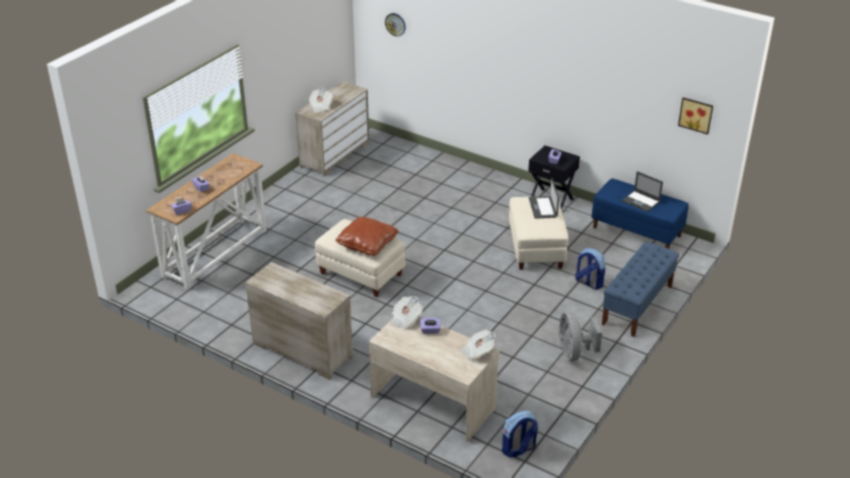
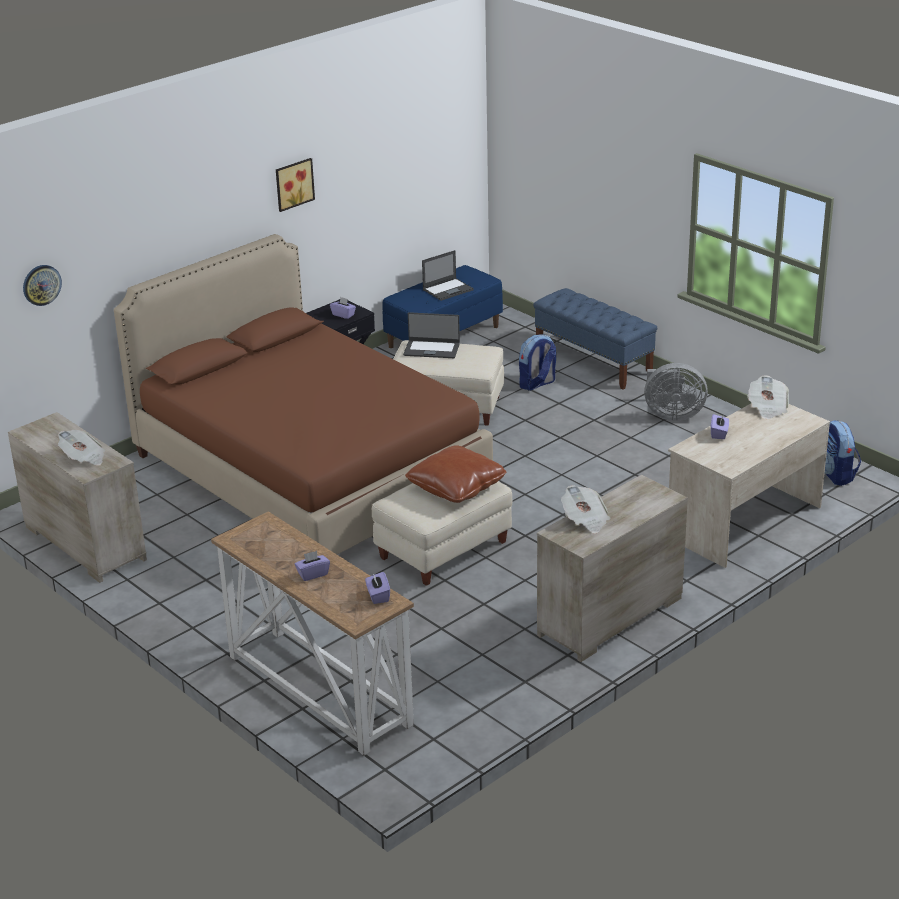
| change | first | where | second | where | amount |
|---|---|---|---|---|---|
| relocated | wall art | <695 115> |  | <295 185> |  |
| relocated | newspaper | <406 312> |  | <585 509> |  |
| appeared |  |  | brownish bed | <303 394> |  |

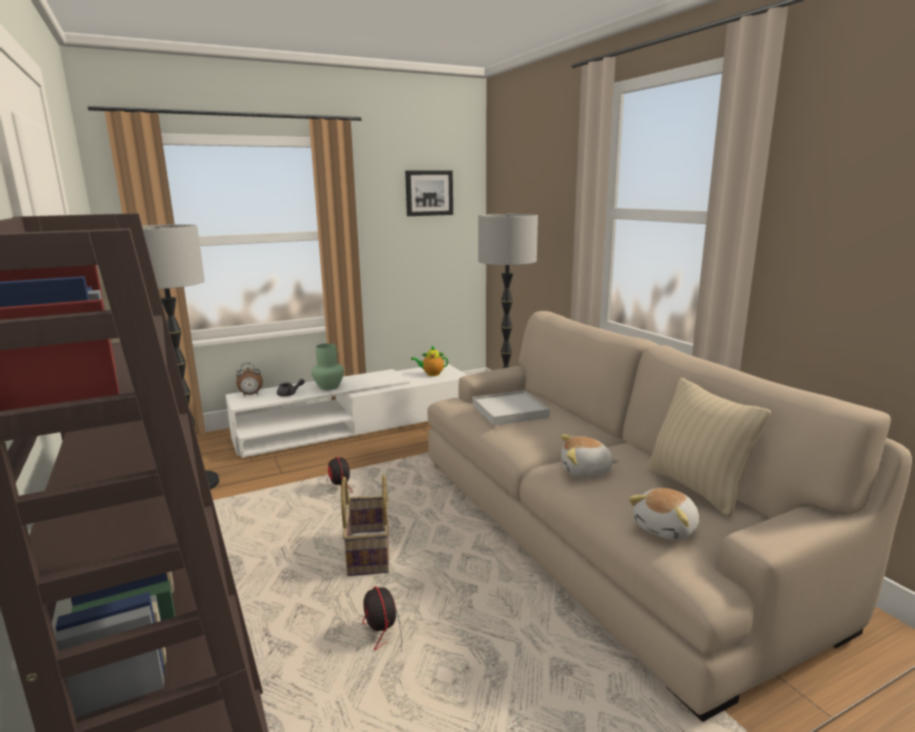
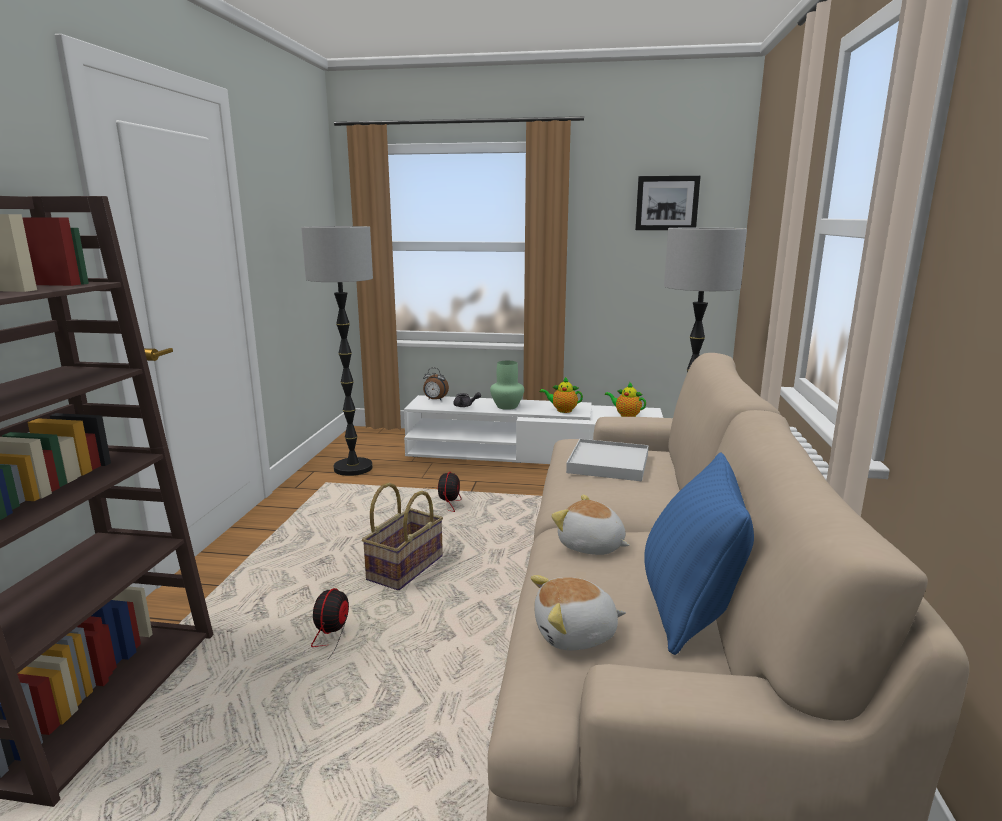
| change | first | where | second | where | amount |
|---|---|---|---|---|---|
| colour | beige pillow | <709 447> | bluish pillow | <699 553> |  |
| appeared |  |  | tea pot | <561 395> |  |

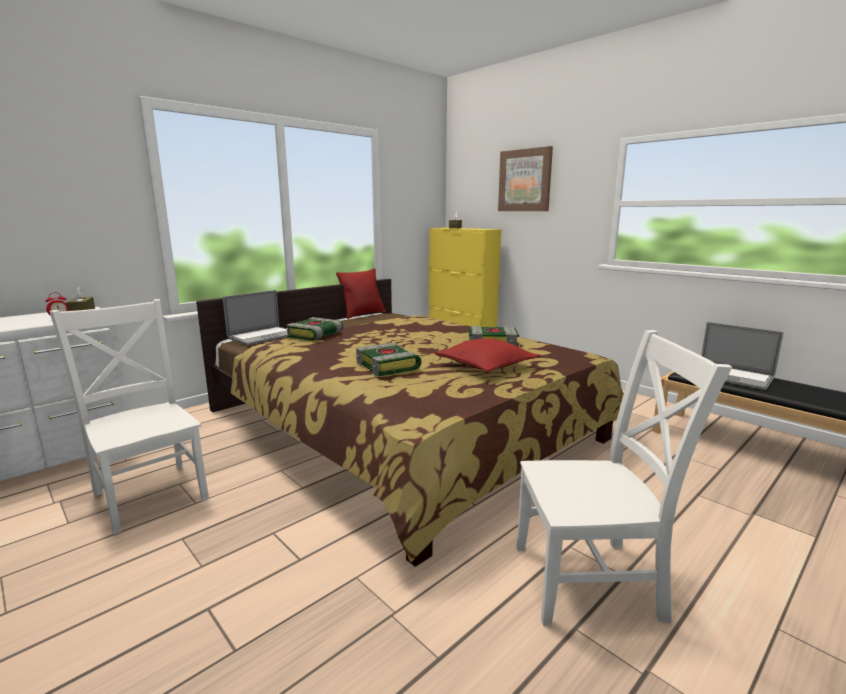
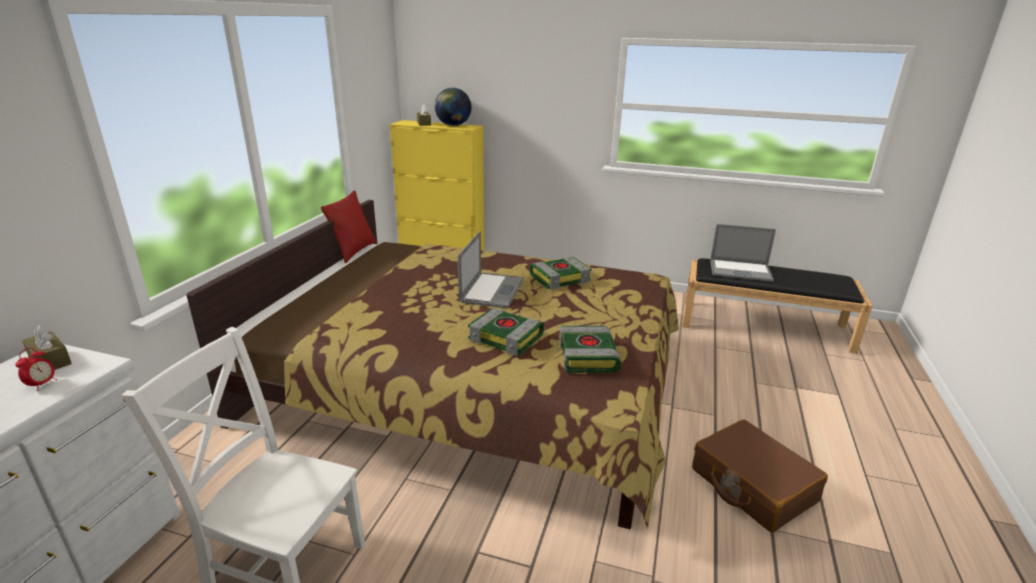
| change | first | where | second | where | amount |
|---|---|---|---|---|---|
| missing | wall art | <525 178> |  |  |  |
| relocated | notebook computer | <255 317> |  | <491 269> |  |
| relocated | volume | <314 329> |  | <590 349> |  |
| exchanged | white upright chair | <624 478> | brownish travel case | <760 476> |  |
| missing | reddish pillow | <487 355> |  |  |  |
| appeared |  |  | world globe | <453 107> |  |

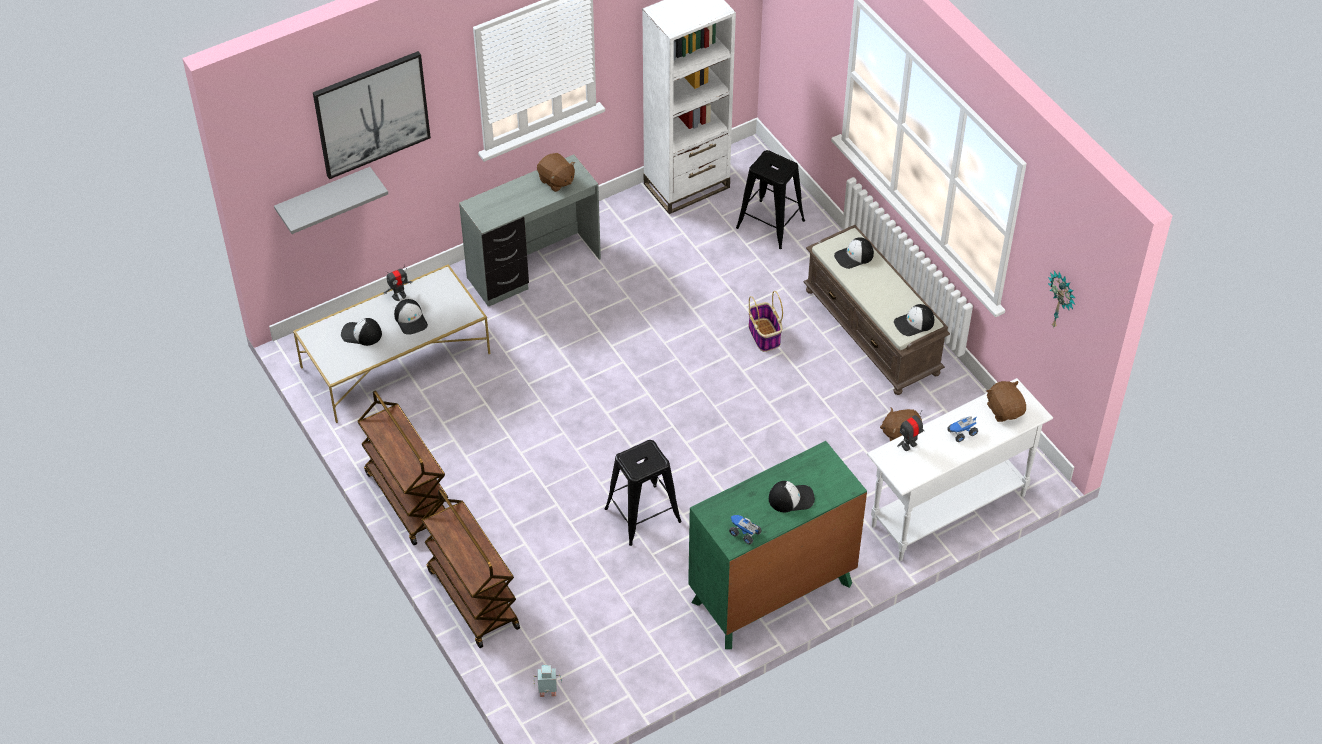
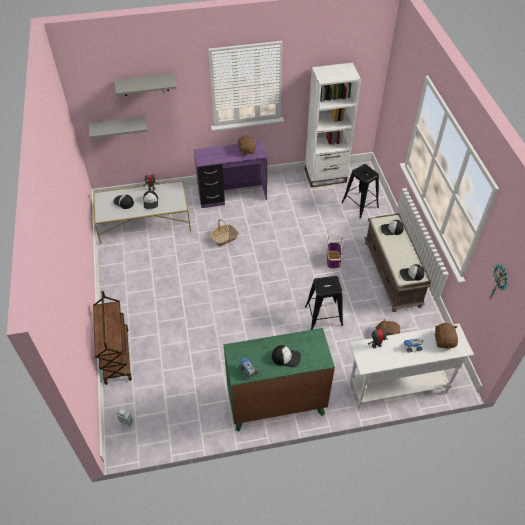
| change | first | where | second | where | amount |
|---|---|---|---|---|---|
| exchanged | wall art | <372 115> | grey bracket shelf | <146 84> |  |
| colour | grey desk table | <530 231> | purple desk table | <230 174> |  |
| missing | brownish wheeled cart | <402 468> |  |  |  |
| relocated | blackish stool seat | <643 493> |  | <324 303> |  |
| appeared |  |  | basket | <224 232> |  |

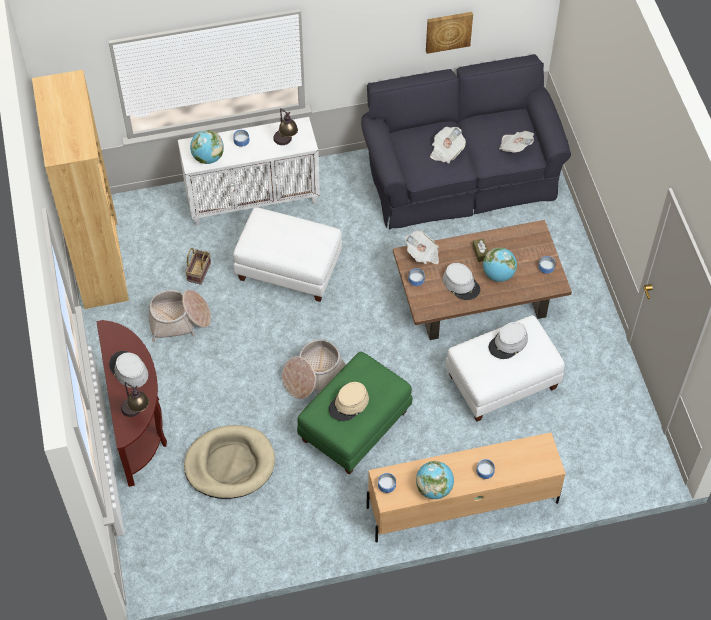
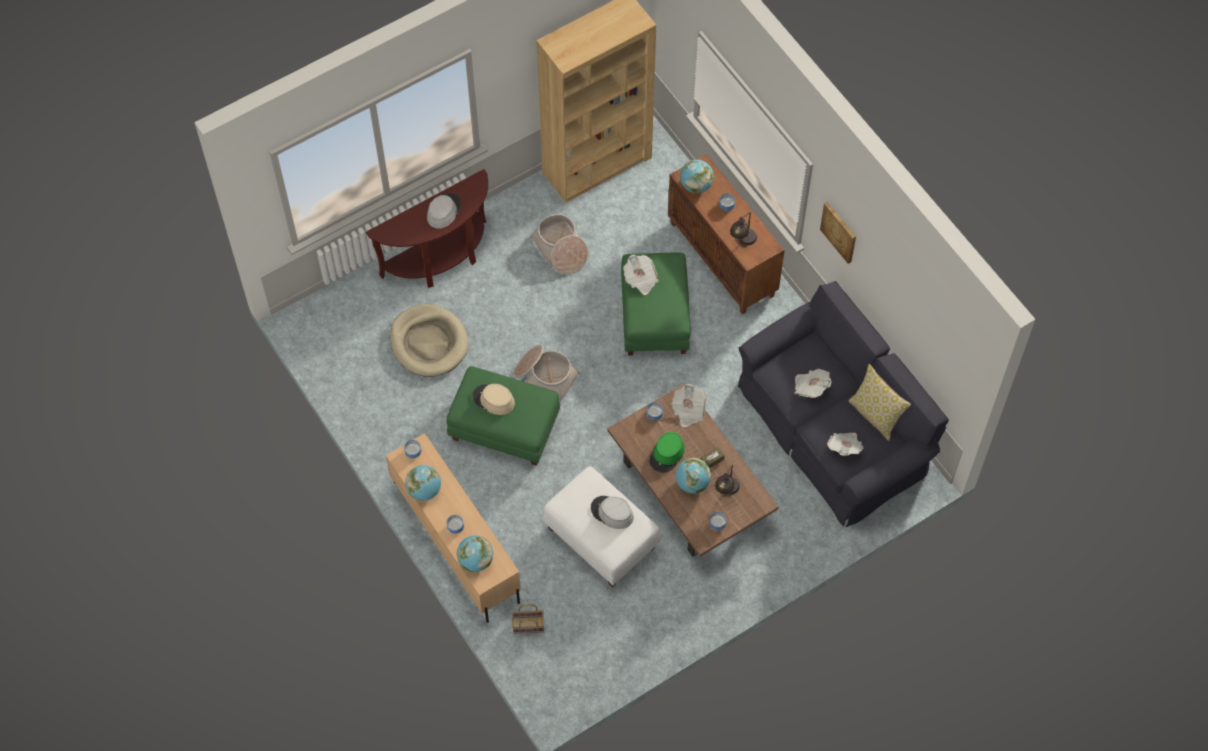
| change | first | where | second | where | amount |
|---|---|---|---|---|---|
| relocated | wall art | <449 33> |  | <838 233> |  |
| colour | white storage cabinet | <249 171> | brownish storage cabinet | <726 234> |  |
| colour | white footrest | <287 254> | green footrest | <656 304> |  |
| relocated | basket | <198 266> |  | <528 619> |  |
| colour | grey hat | <461 281> | green hat | <667 452> |  |
| relocated | lamp for a table | <135 399> |  | <727 480> |  |
| appeared |  |  | newspaper | <641 274> |  |
| appeared |  |  | pillow | <880 402> |  |
| appeared |  |  | world globe | <475 554> |  |

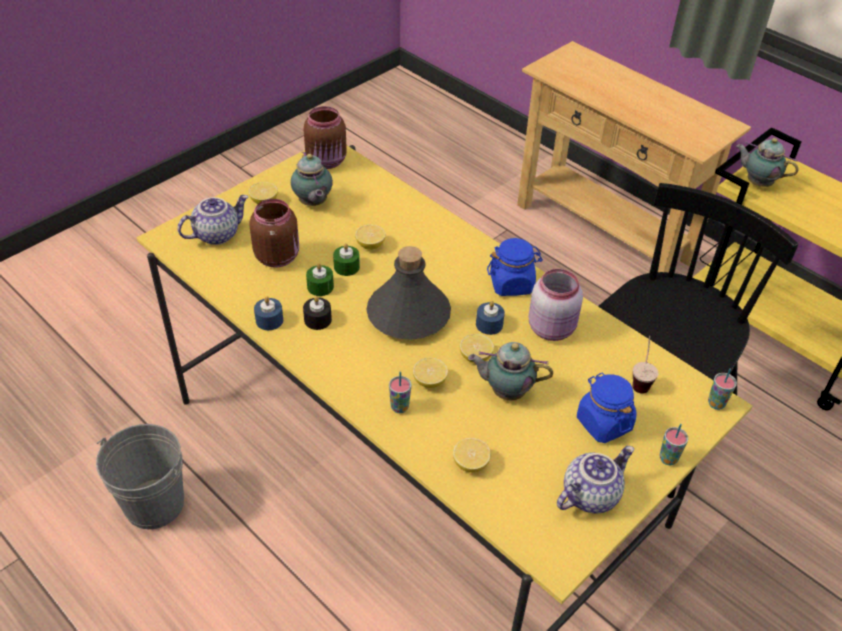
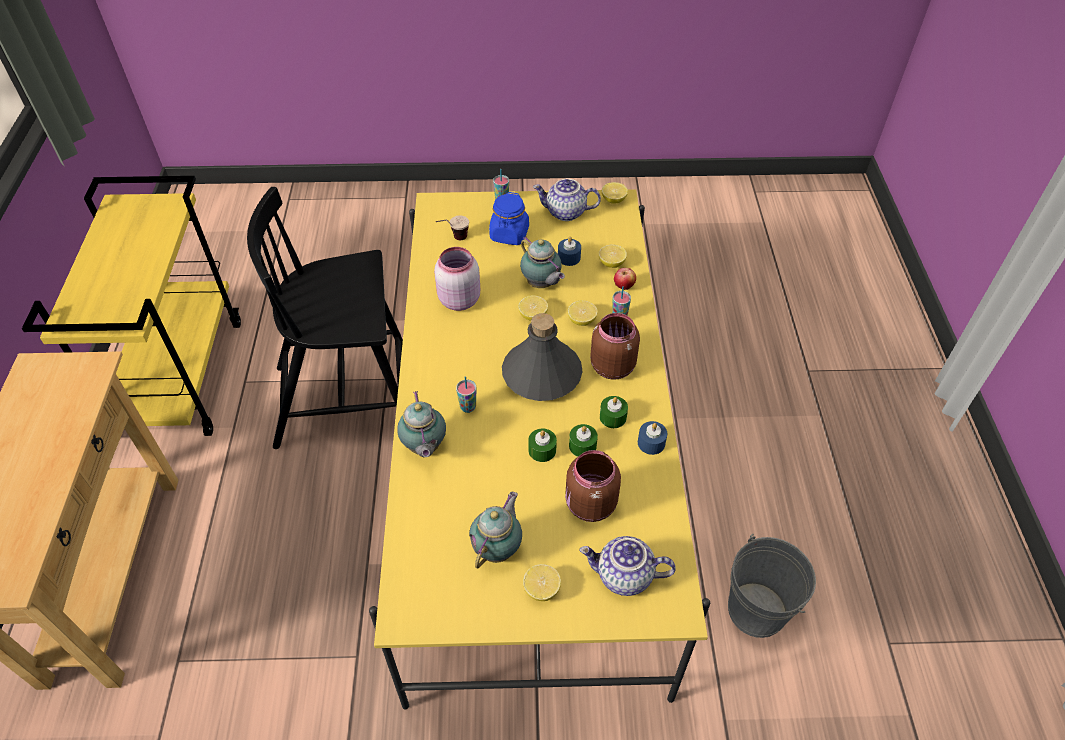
| change | first | where | second | where | amount |
|---|---|---|---|---|---|
| relocated | brownish jar | <325 137> |  | <615 346> |  |
| relocated | tea pot | <767 162> |  | <421 424> |  |
| relocated | whole lemon | <370 237> |  | <615 193> |  |
| missing | bluish jar | <515 267> |  |  |  |
| colour | blackish wax candle | <317 313> | green wax candle | <614 412> |  |
| relocated | bluish wax candle | <490 318> |  | <569 251> |  |
| relocated | drinking cup | <722 389> |  | <466 394> |  |
| appeared |  |  | whole apple | <625 279> |  |

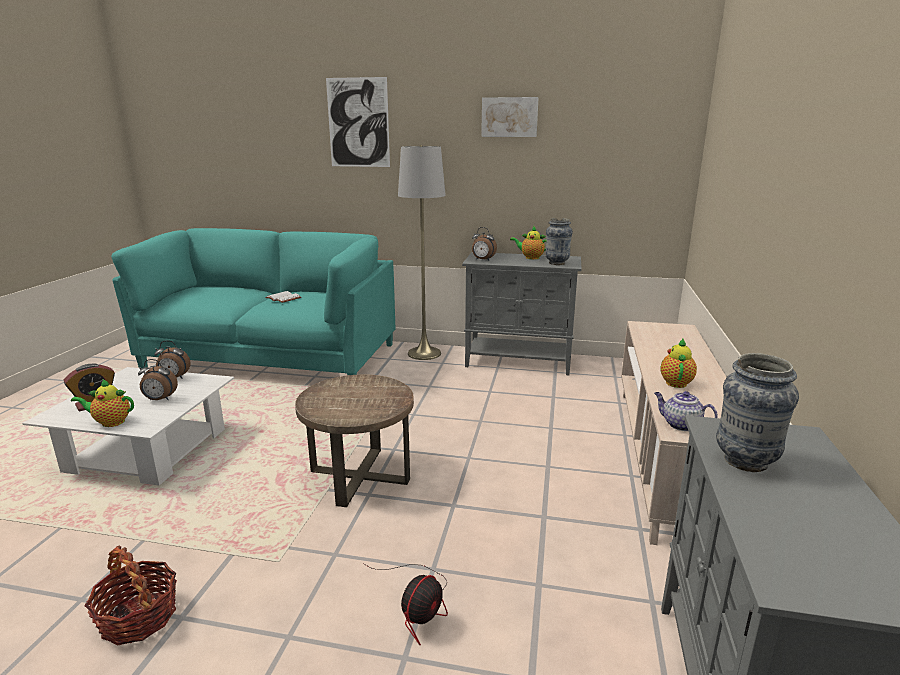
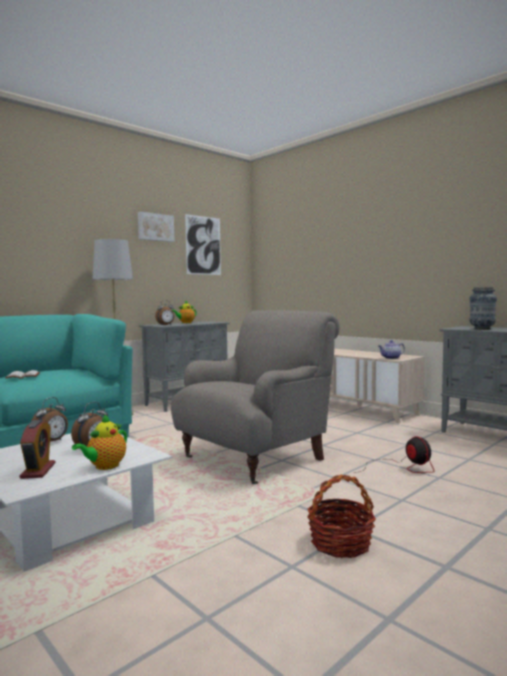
| change | first | where | second | where | amount |
|---|---|---|---|---|---|
| relocated | wall art | <358 122> |  | <203 244> |  |
| missing | vase | <559 241> |  |  |  |
| missing | tea pot | <678 363> |  |  |  |
| exchanged | brownish side table | <354 440> | grey lounge chair | <255 397> |  |

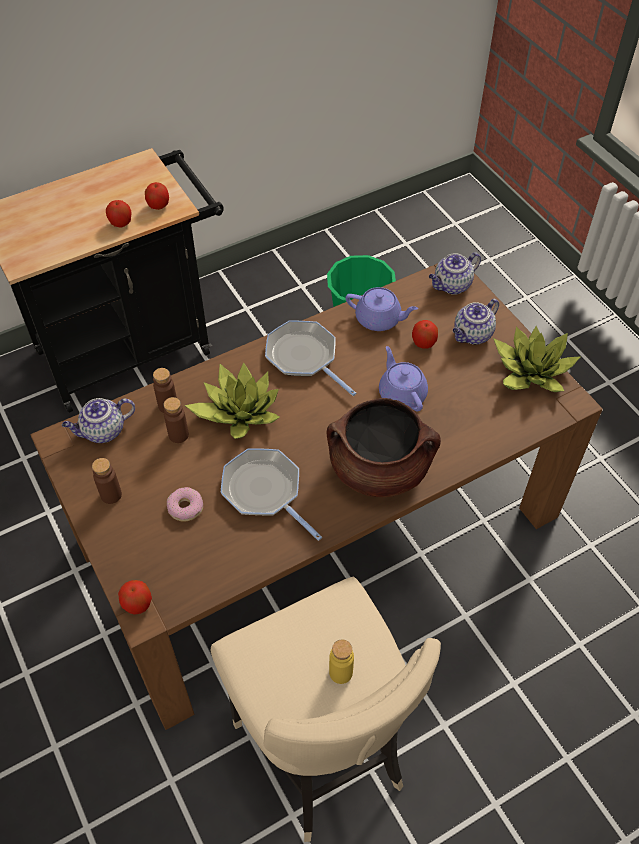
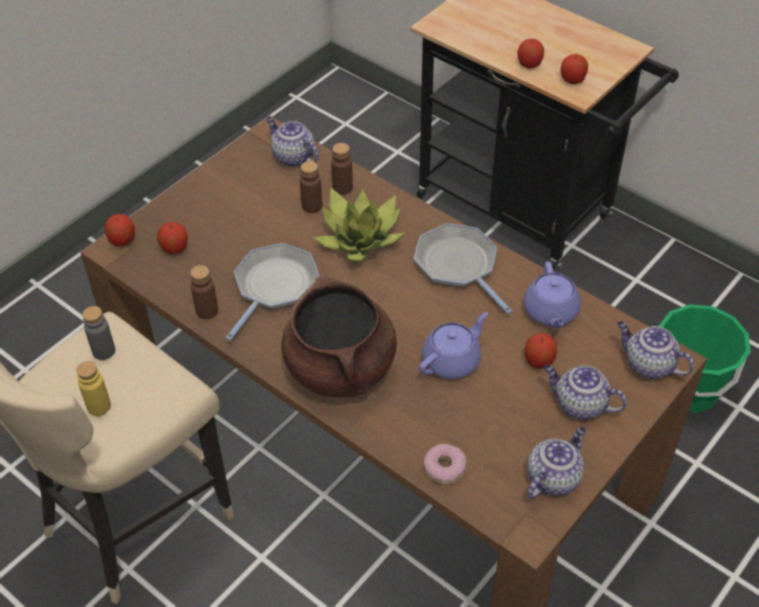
| change | first | where | second | where | amount |
|---|---|---|---|---|---|
| spun | pan | <310 358> |  | <463 268> | 60 degrees counterclockwise |
| exchanged | potted plant | <537 359> | tea pot | <556 463> |  |
| relocated | brownish bottle | <107 481> |  | <204 292> |  |
| relocated | doughnut | <185 504> |  | <445 464> |  |
| appeared |  |  | whole apple | <172 238> |  |
| appeared |  |  | grey bottle | <98 333> |  |

